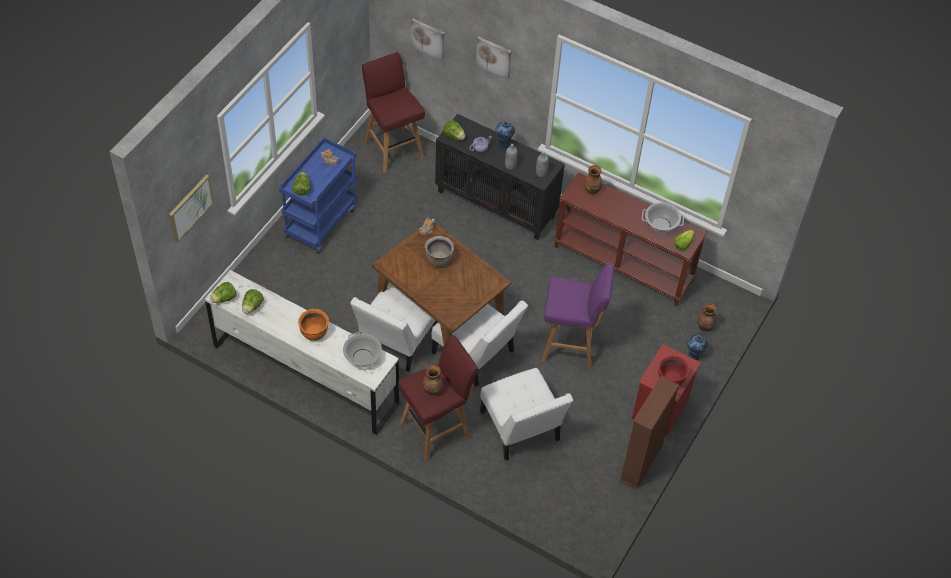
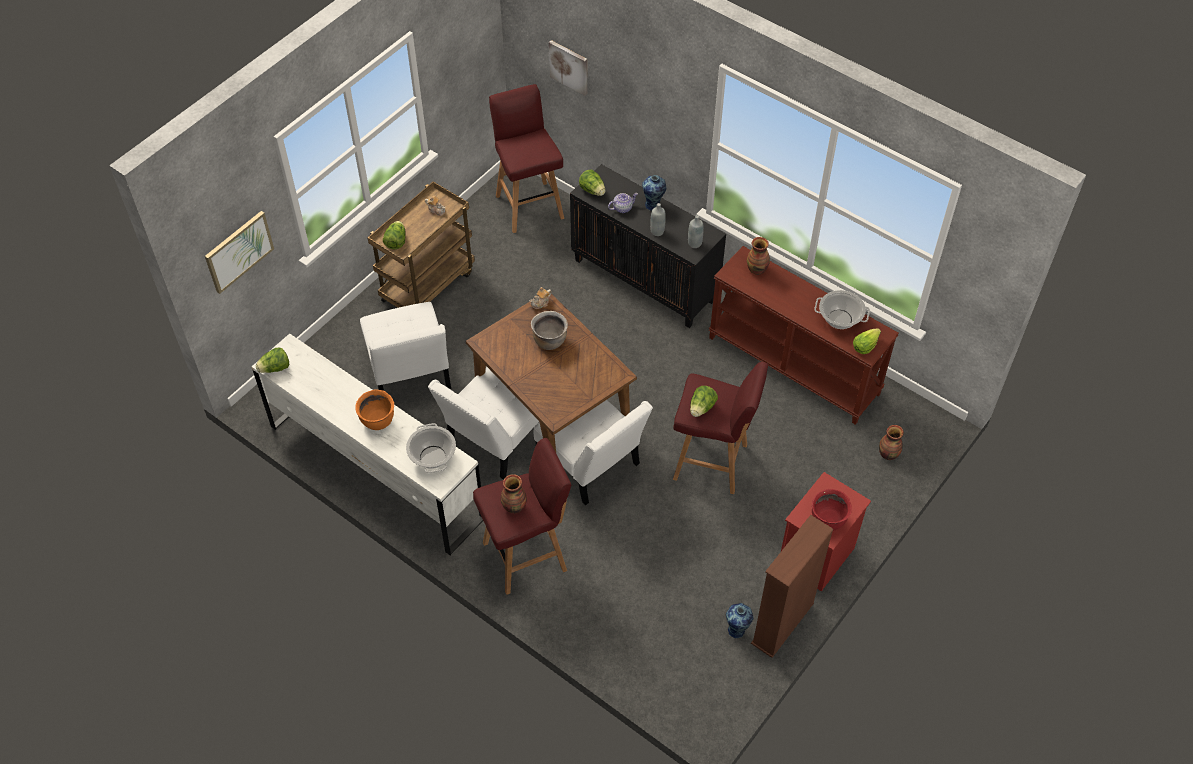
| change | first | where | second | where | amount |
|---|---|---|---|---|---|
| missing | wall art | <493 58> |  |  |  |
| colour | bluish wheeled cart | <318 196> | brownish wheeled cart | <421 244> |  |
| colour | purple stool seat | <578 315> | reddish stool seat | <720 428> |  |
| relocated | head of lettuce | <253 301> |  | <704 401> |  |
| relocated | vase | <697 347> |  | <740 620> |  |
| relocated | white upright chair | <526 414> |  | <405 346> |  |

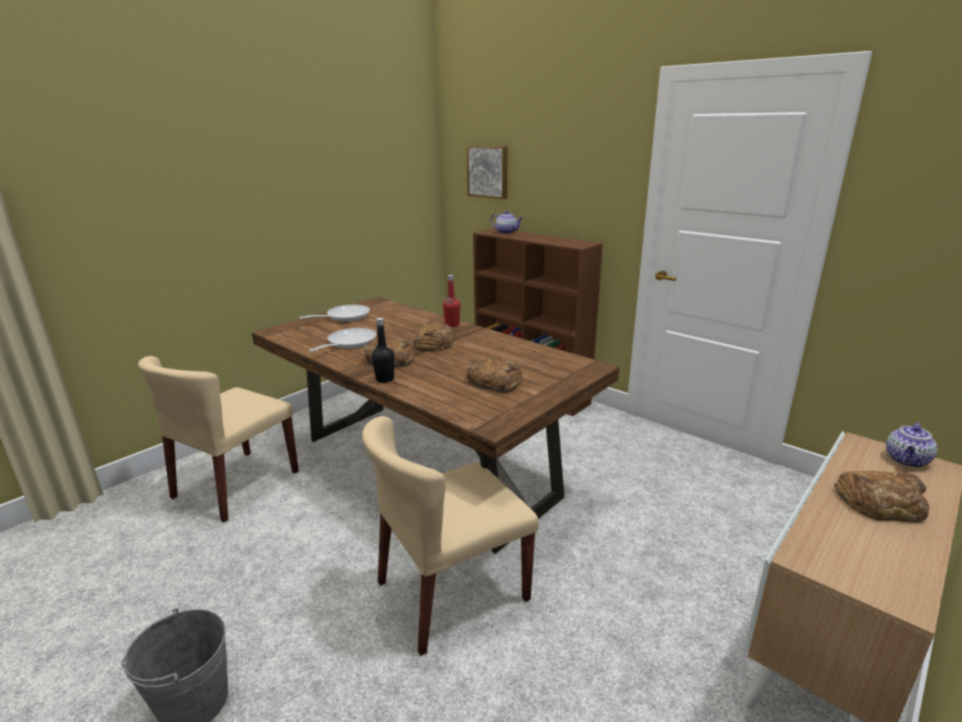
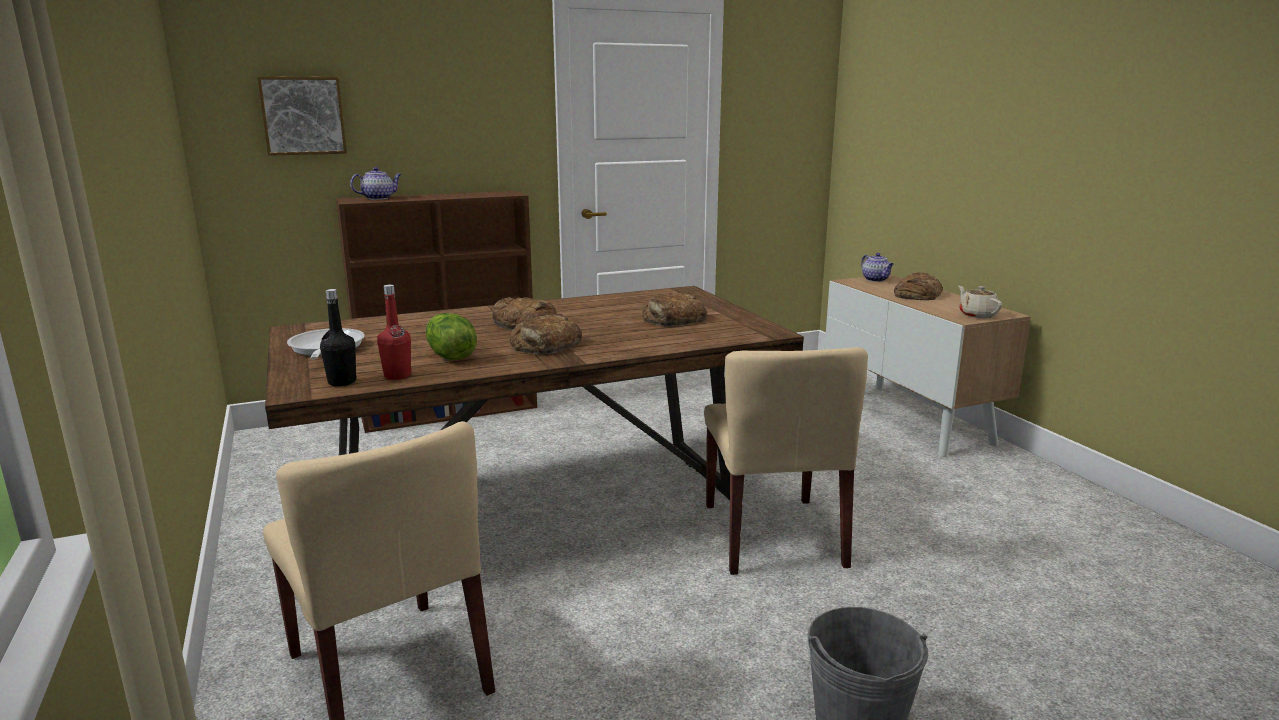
| change | first | where | second | where | amount |
|---|---|---|---|---|---|
| relocated | reddish bottle | <452 301> |  | <394 332> |  |
| relocated | blackish bottle | <383 350> |  | <338 337> |  |
| exchanged | pan | <342 340> | head of lettuce | <451 336> |  |
| appeared |  |  | beige tea pot | <980 302> |  |

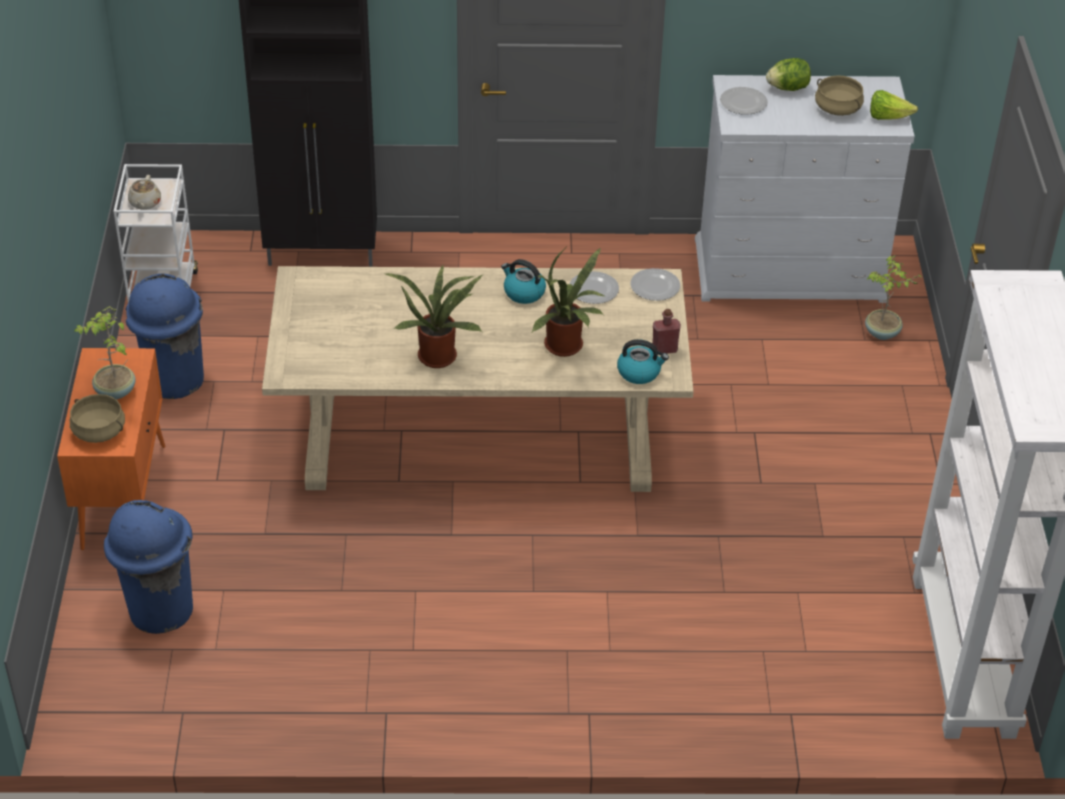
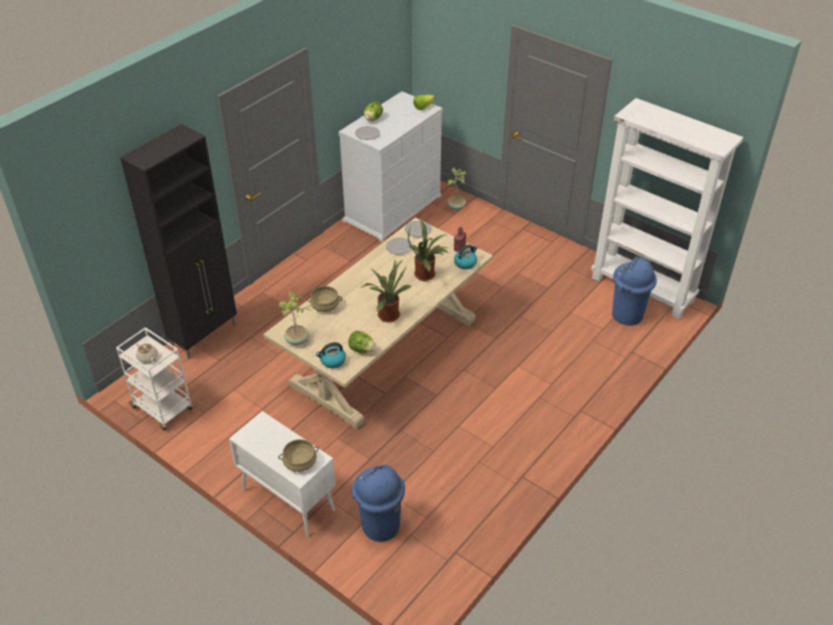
| change | first | where | second | where | amount |
|---|---|---|---|---|---|
| relocated | beige saucepot | <839 95> |  | <324 299> |  |
| relocated | tea kettle | <523 281> |  | <331 355> |  |
| relocated | bluish waste bin | <165 336> |  | <634 291> |  |
| relocated | potted plant | <105 353> |  | <296 318> |  |
| colour | orangey storage cabinet | <111 449> | white storage cabinet | <282 474> |  |
| appeared |  |  | head of lettuce | <362 342> |  |

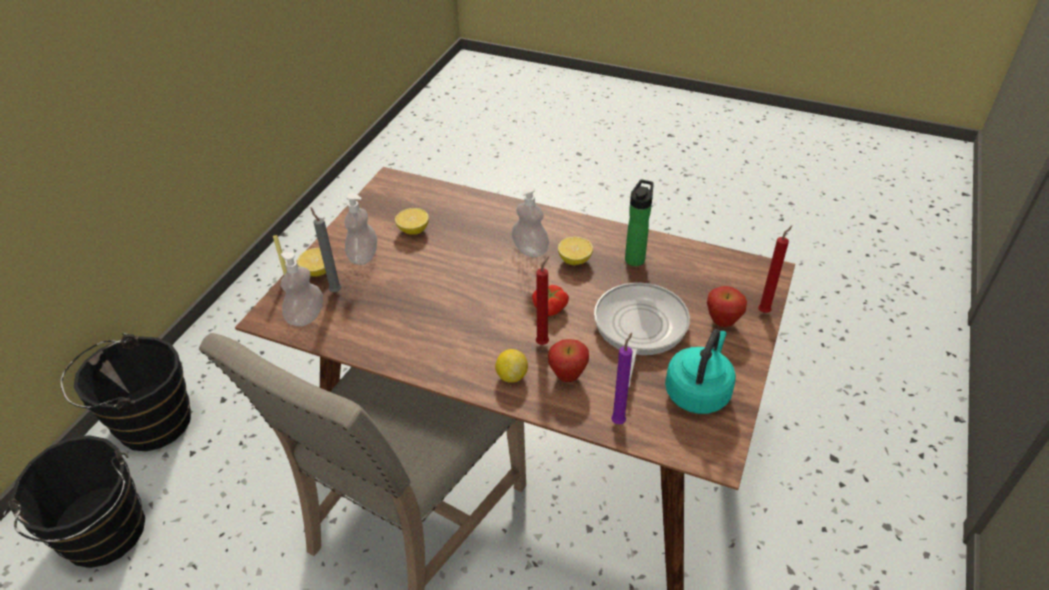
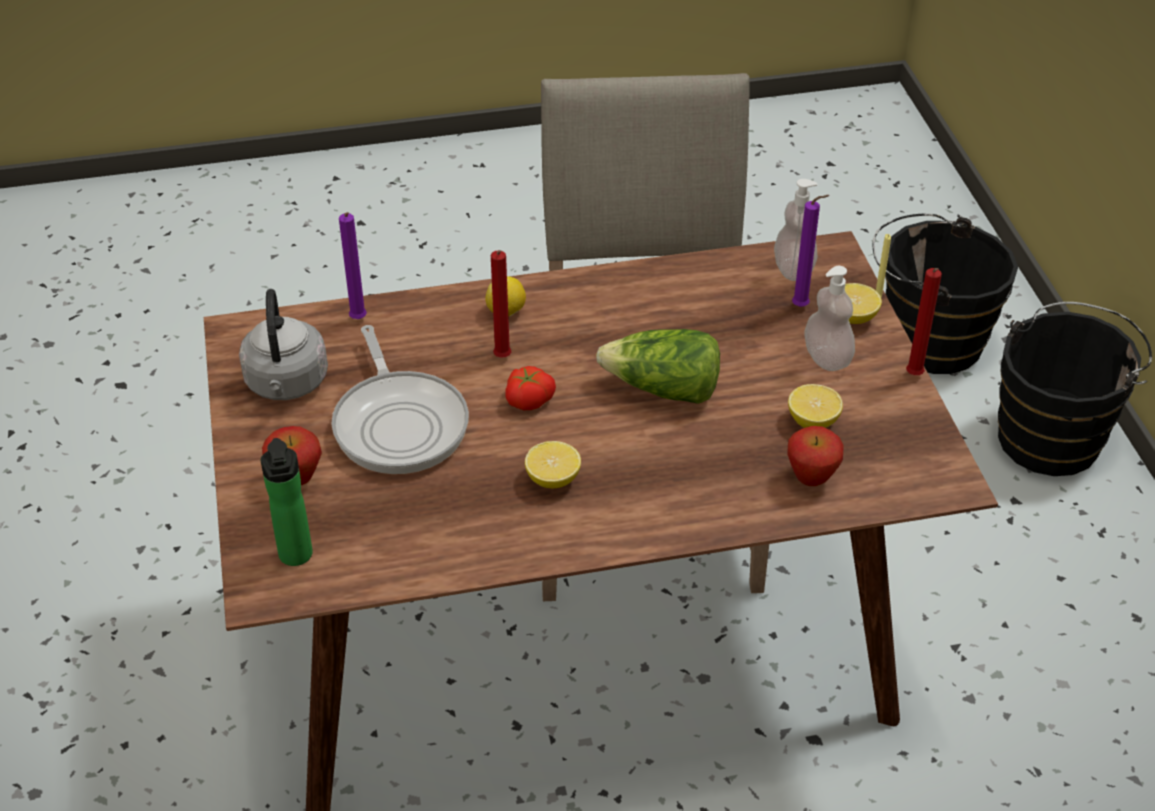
| change | first | where | second | where | amount |
|---|---|---|---|---|---|
| relocated | bottle | <639 223> |  | <287 502> |  |
| missing | soap bottle | <530 222> |  |  |  |
| colour | grey wax candle | <325 249> | purple wax candle | <811 251> |  |
| relocated | reddish wax candle | <775 269> |  | <924 321> |  |
| colour | turquoise tea kettle | <700 371> | grey tea kettle | <283 344> |  |
| relocated | whole apple | <568 360> |  | <816 456> |  |
| appeared |  |  | head of lettuce | <658 366> |  |

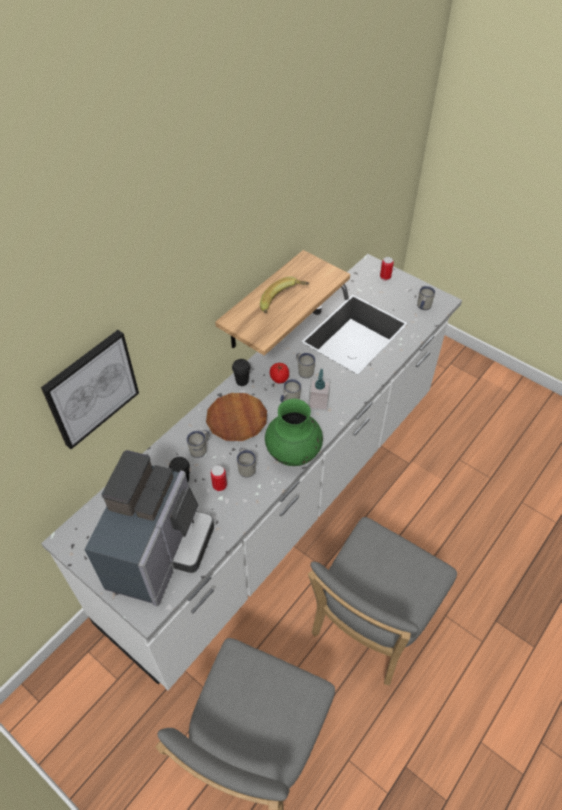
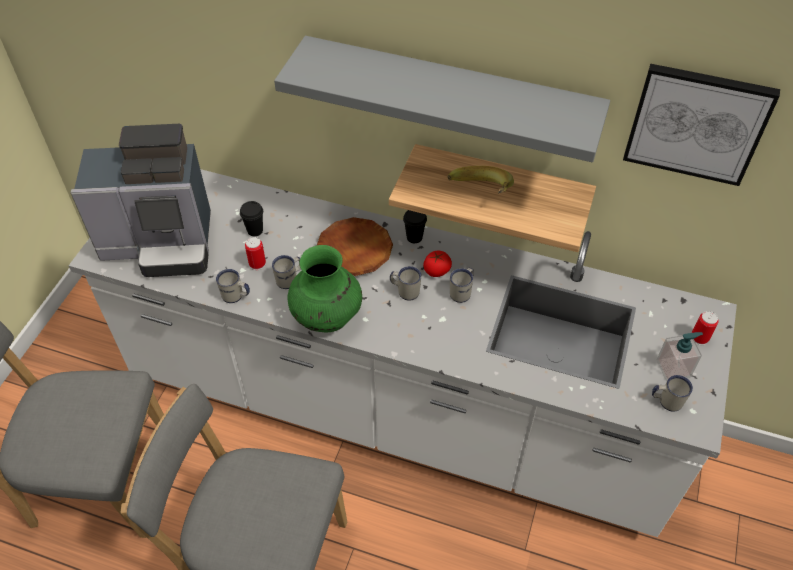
| change | first | where | second | where | amount |
|---|---|---|---|---|---|
| relocated | wall art | <90 389> |  | <701 125> |  |
| relocated | soap bottle | <320 390> |  | <680 356> |  |
| relocated | white mug | <198 444> |  | <233 286> |  |
| appeared |  |  | grey bracket shelf | <442 99> |  |

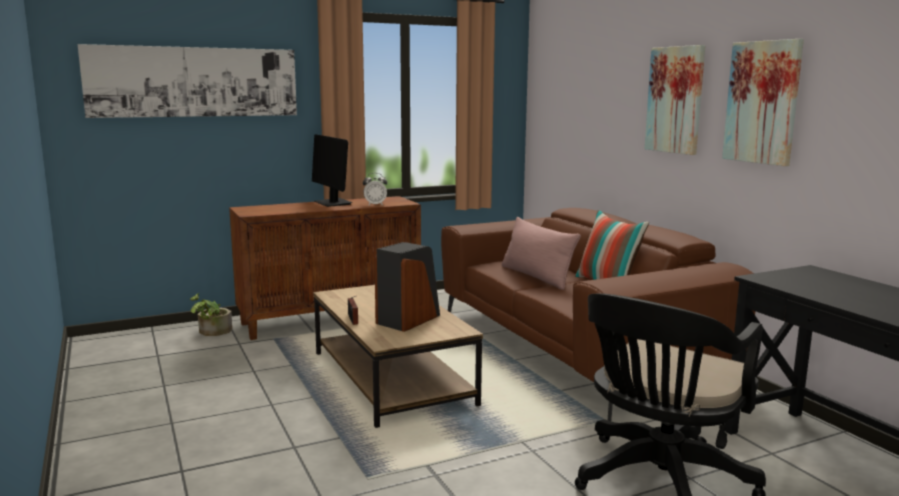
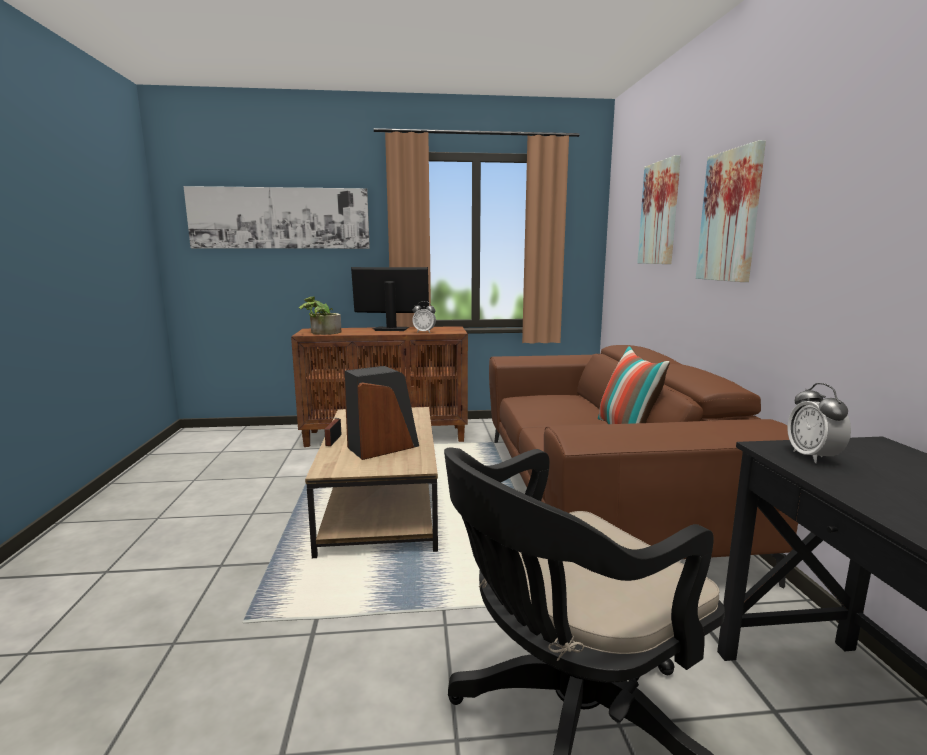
| change | first | where | second | where | amount |
|---|---|---|---|---|---|
| relocated | wall art | <763 102> |  | <659 209> |  |
| spun | computer display | <332 170> |  | <390 299> | 105 degrees clockwise |
| missing | pink pillow | <541 253> |  |  |  |
| relocated | potted plant | <211 314> |  | <320 315> |  |
| appeared |  |  | table clock | <819 423> |  |

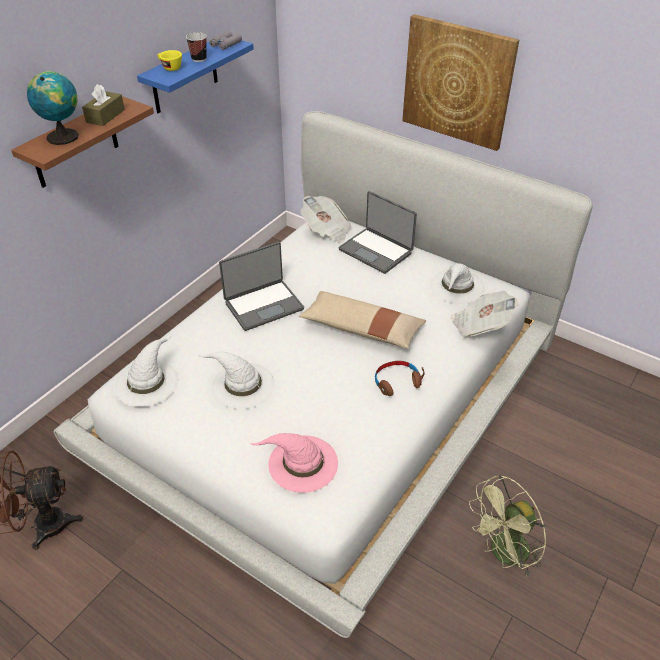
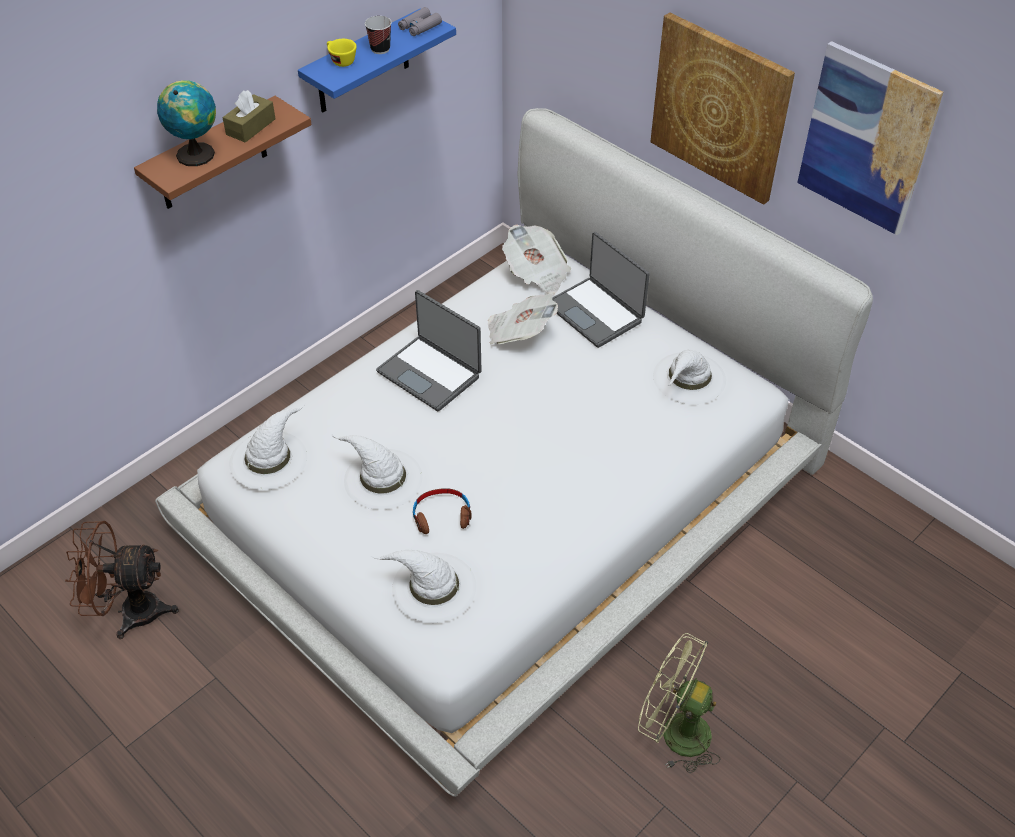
| change | first | where | second | where | amount |
|---|---|---|---|---|---|
| spun | notebook computer | <261 286> |  | <429 350> | 60 degrees clockwise |
| missing | beige pillow | <362 320> |  |  |  |
| relocated | newspaper | <484 314> |  | <523 319> |  |
| relocated | brownish headset | <400 378> |  | <442 511> |  |
| colour | pink hat | <294 462> | white hat | <423 586> |  |
| spun | green electric fan | <507 526> |  | <679 703> | 45 degrees clockwise |
| appeared |  |  | wall art | <870 138> |  |

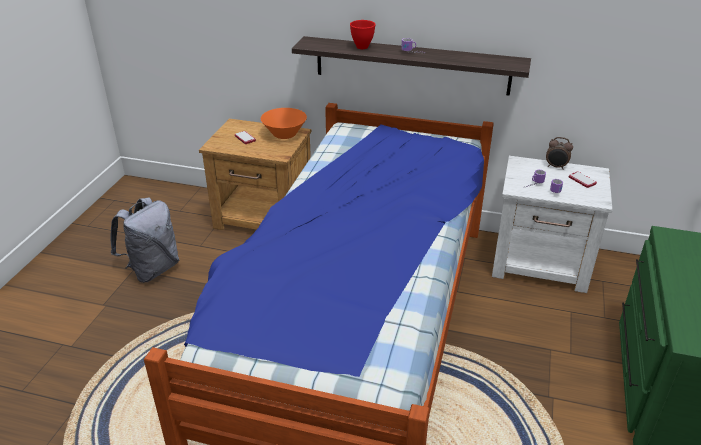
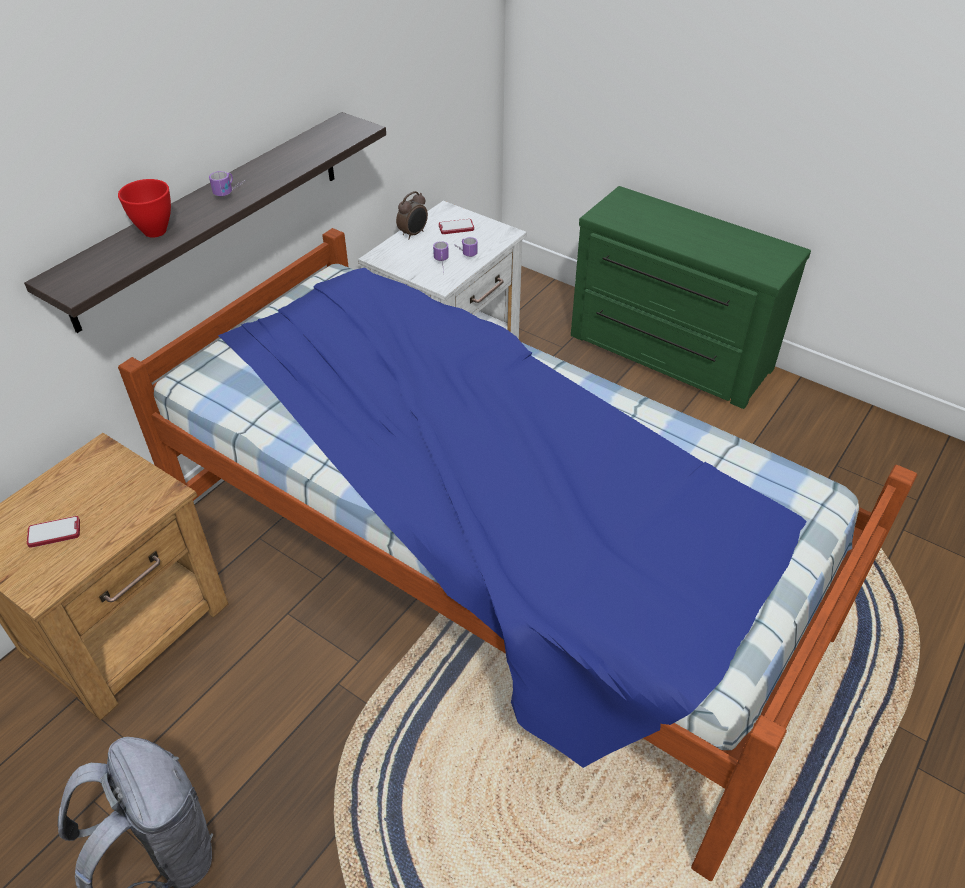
| change | first | where | second | where | amount |
|---|---|---|---|---|---|
| missing | orangey deep dish | <284 123> |  |  |  |

